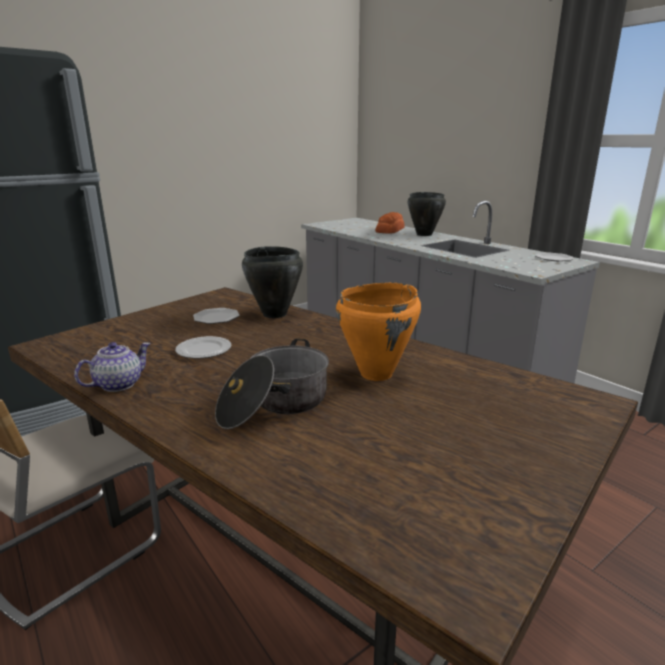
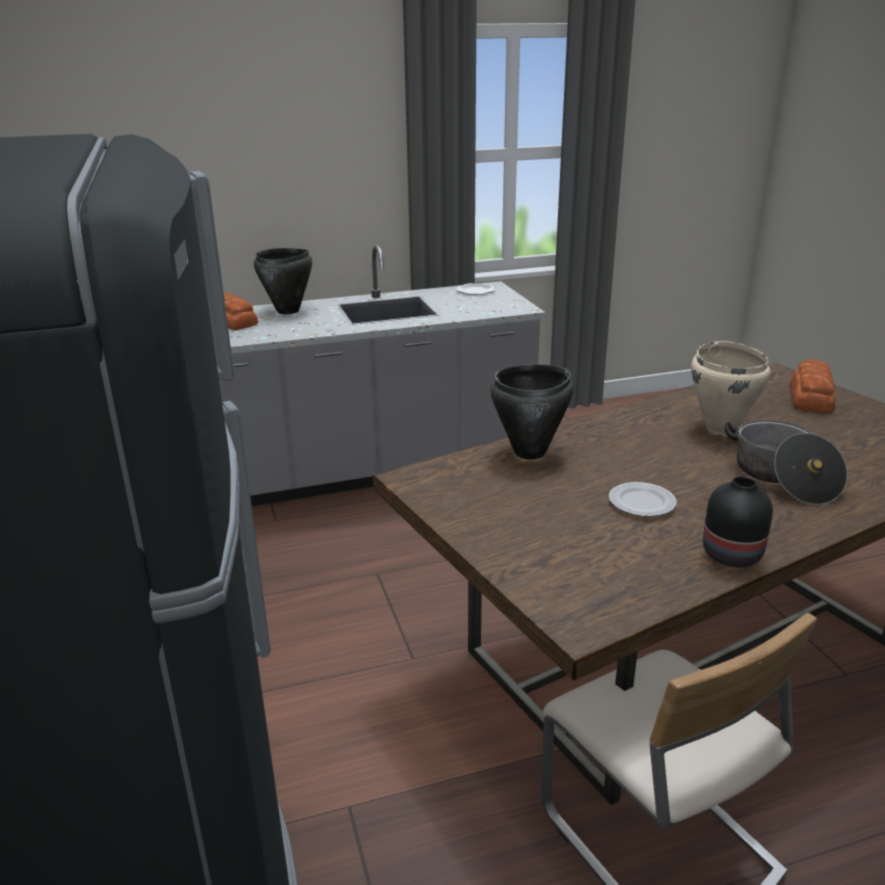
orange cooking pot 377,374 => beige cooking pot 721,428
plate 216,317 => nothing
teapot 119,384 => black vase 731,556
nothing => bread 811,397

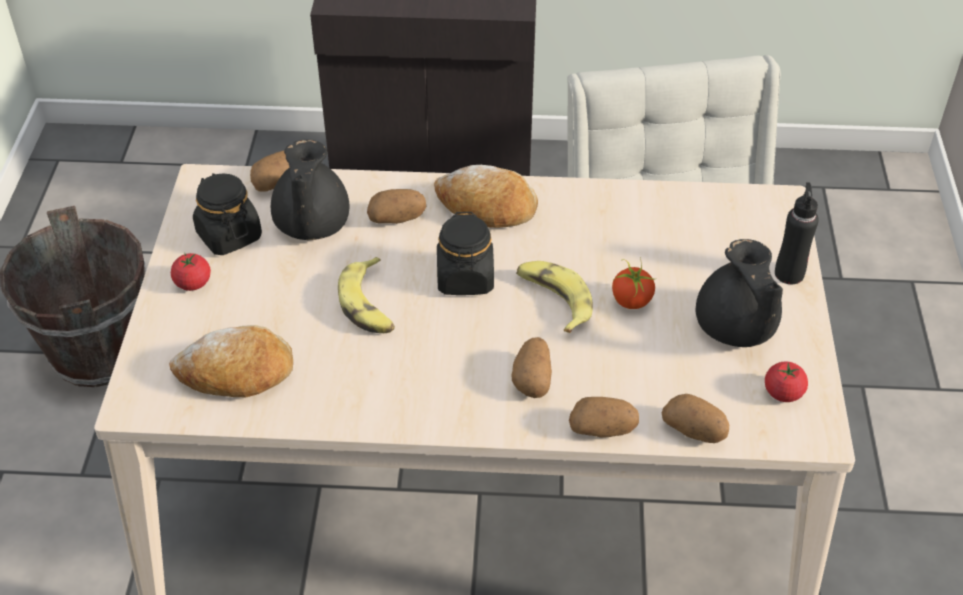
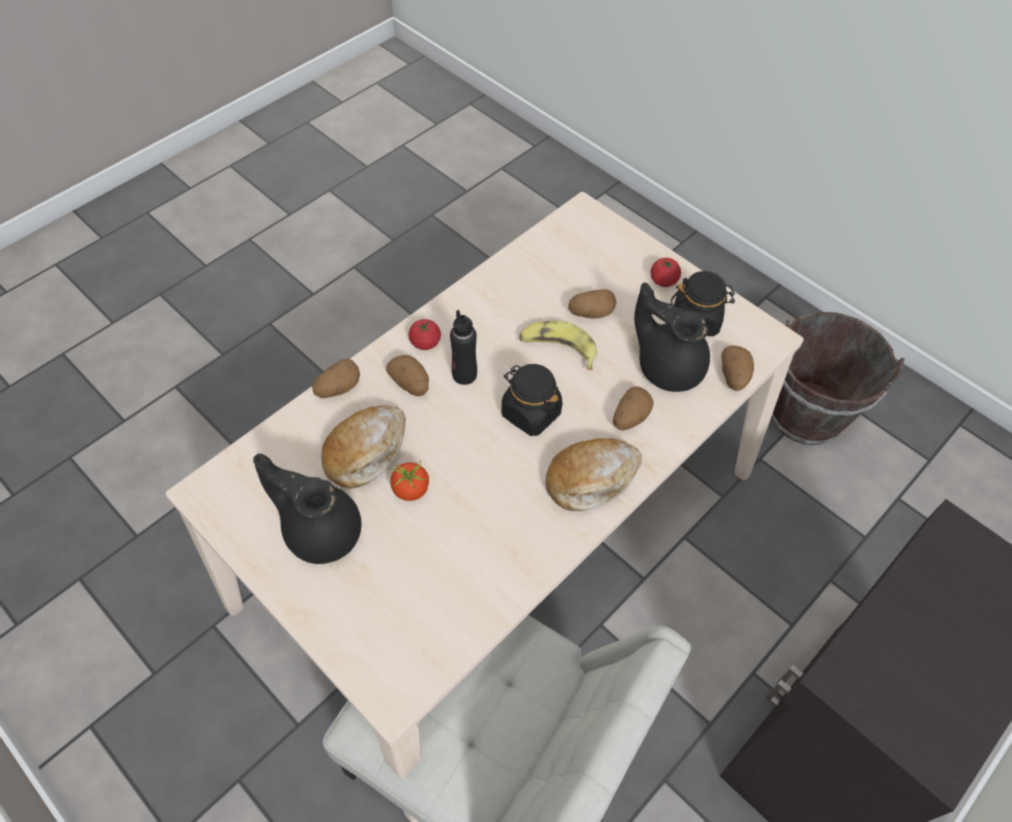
black bottle 789,274 => black bottle 464,375, shifted
banana 554,300 => nothing
bread 236,373 => bread 365,451, shifted
tomato 783,393 => tomato 425,342, shifted
potato 694,431 => potato 591,313, shifted

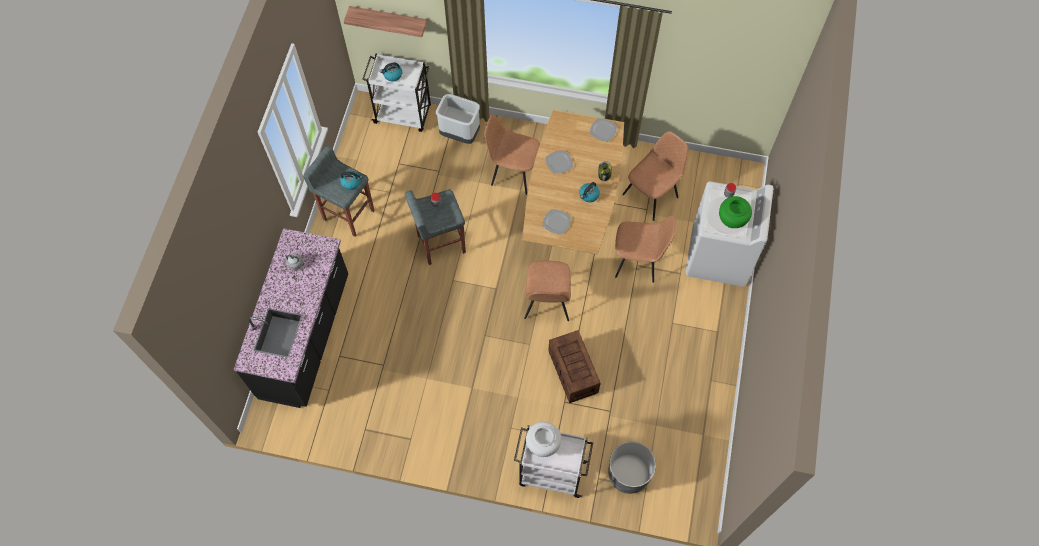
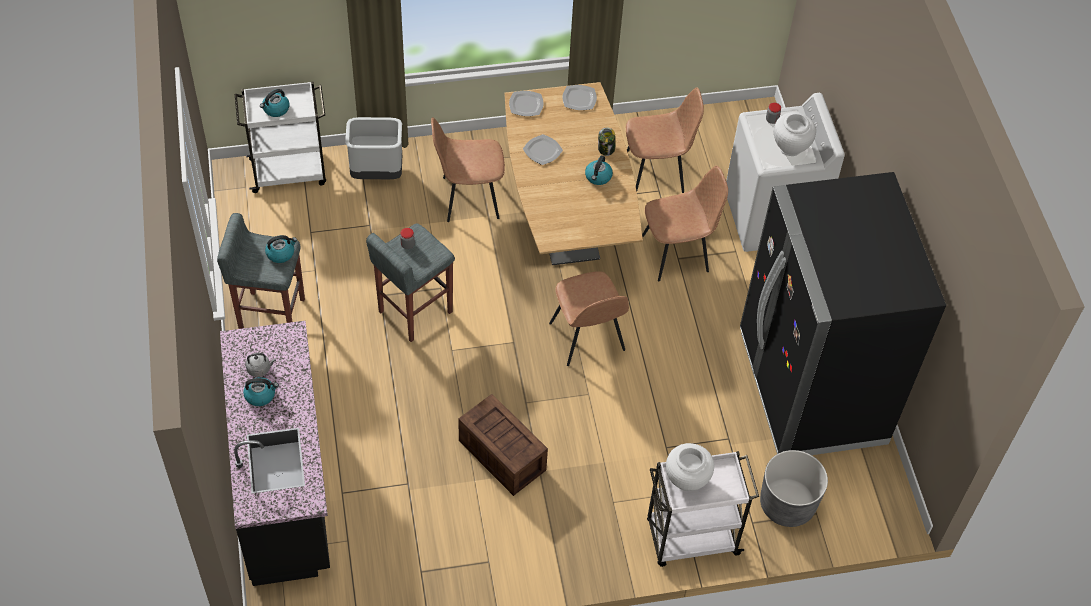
shelf 389,19 => nothing
brown chair 651,195 => brown chair 656,172, 60 degrees clockwise
green vase 731,221 => white vase 790,148
plate 556,222 => plate 526,105, shifted
crate 572,371 => crate 501,454, shifted
nothing => black fridge 810,388
nothing => kettle 260,395

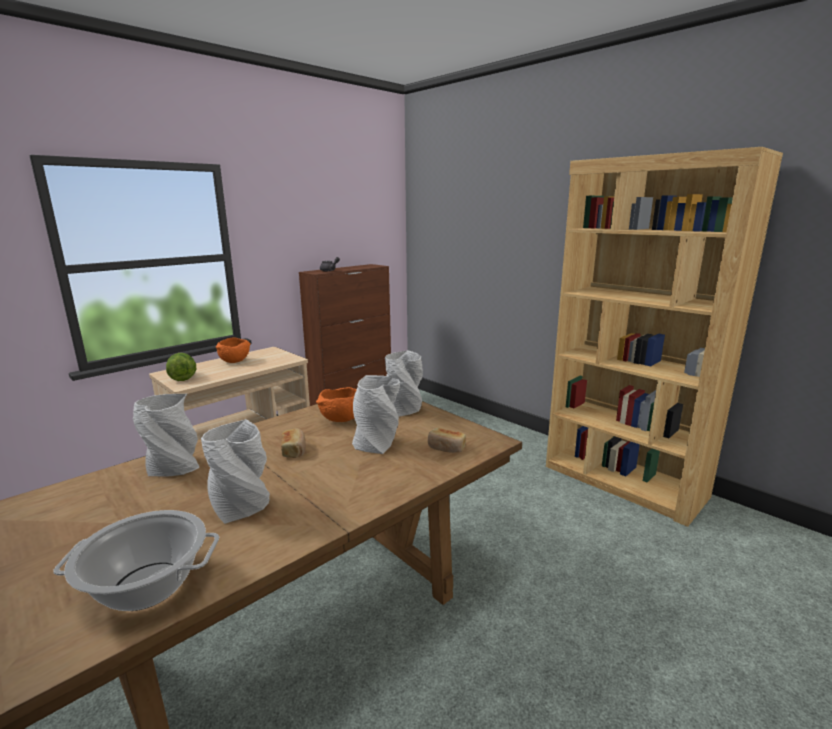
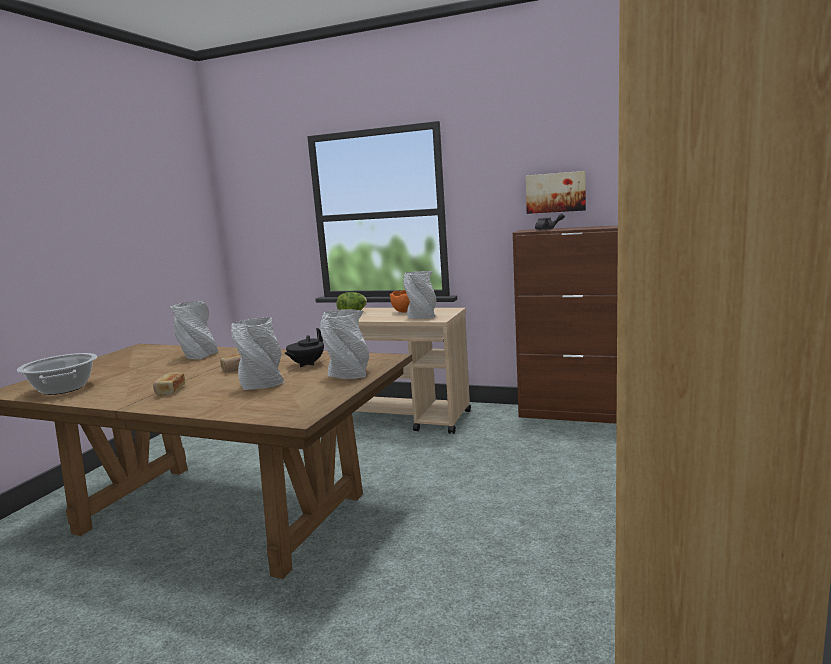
orange bowl 340,420 => black teapot 306,364
grey vase 243,508 => grey vase 422,317, shifted
bread 446,448 => bread 169,391, shifted
nothing => picture 555,192

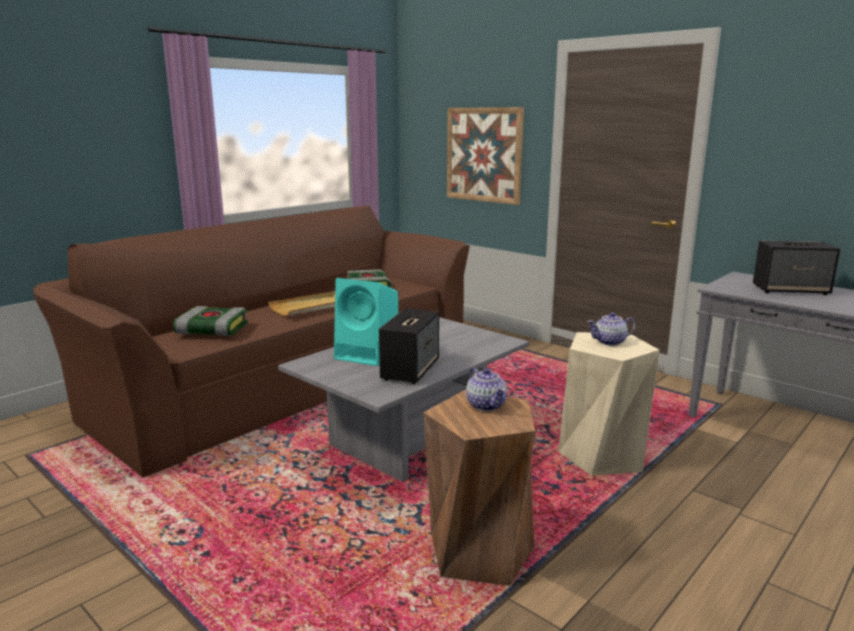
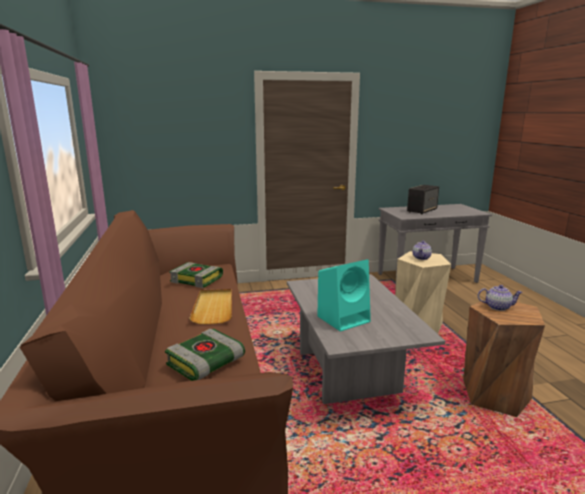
picture 484,155 => nothing
speaker 410,369 => nothing

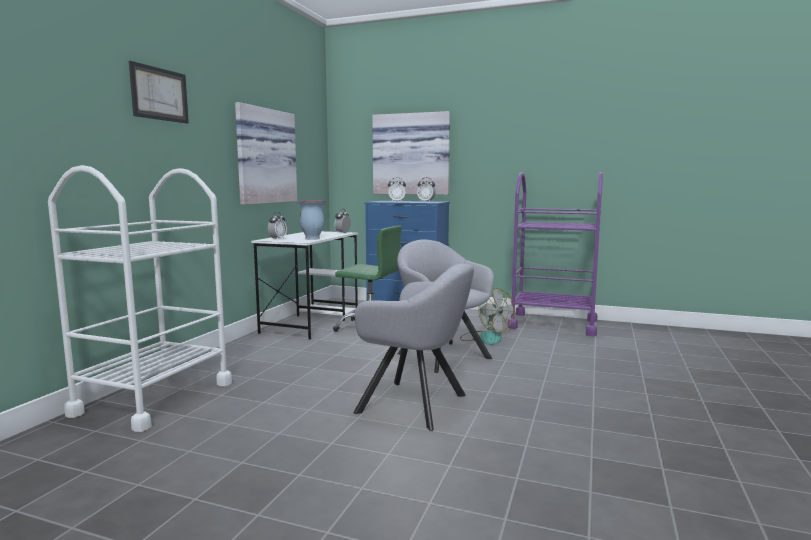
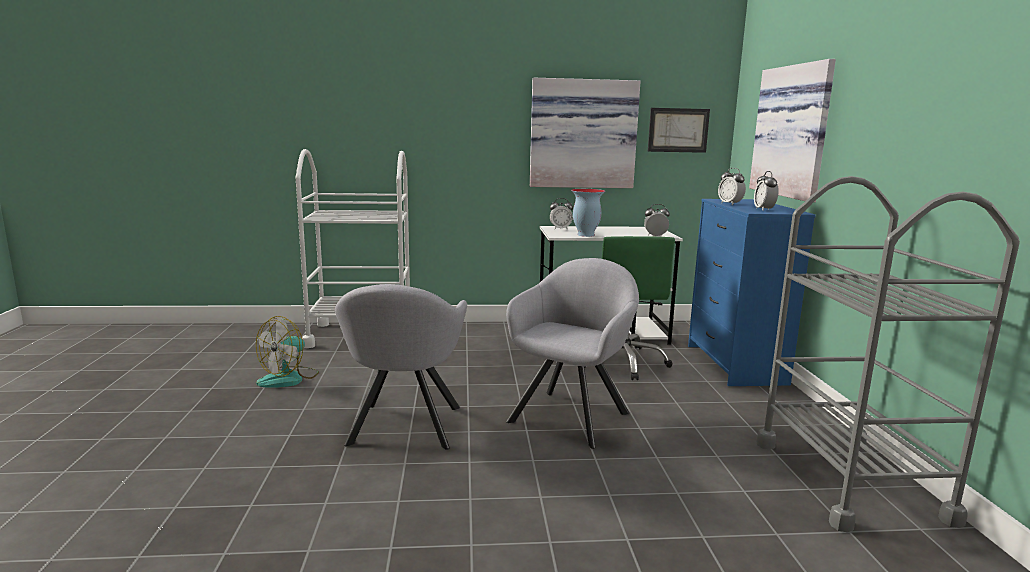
picture 159,94 => picture 678,130, shifted
purple cart 553,324 => grey cart 849,480
fan 485,338 => fan 289,378, shifted

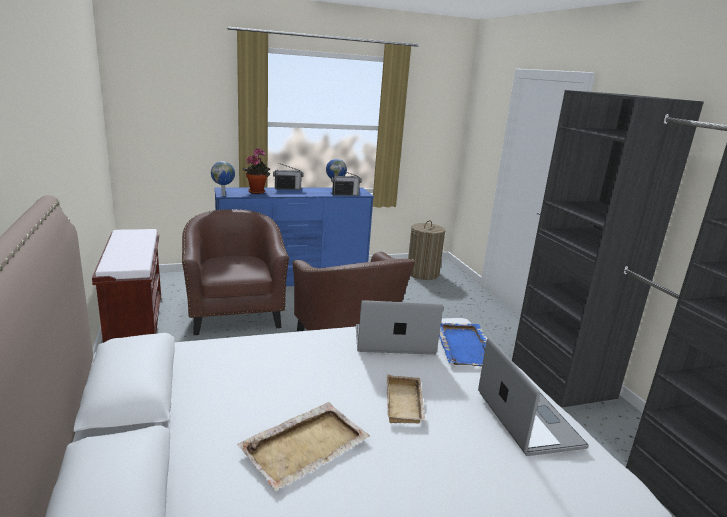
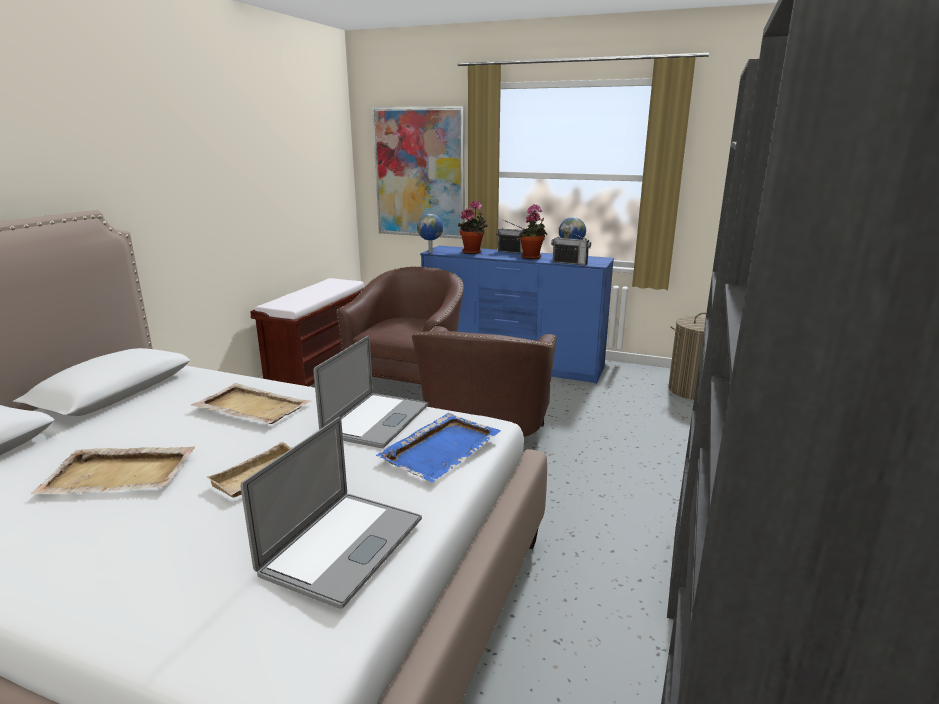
laptop 394,340 => laptop 376,420, 75 degrees clockwise
nothing => picture 419,173
nothing => potted plant 532,257
nothing => beige tray 251,407

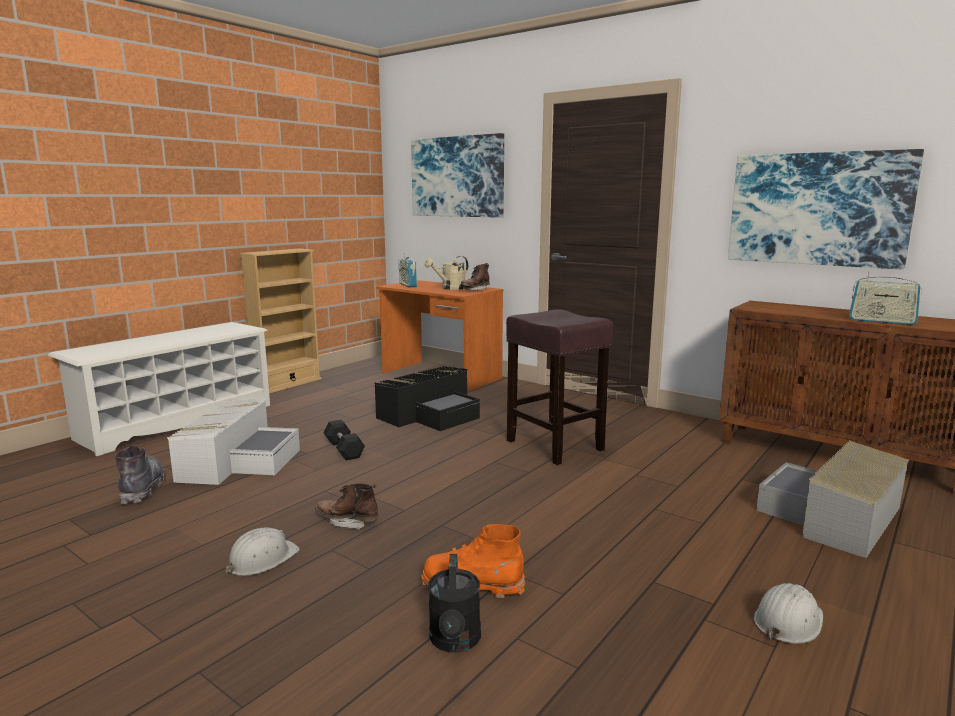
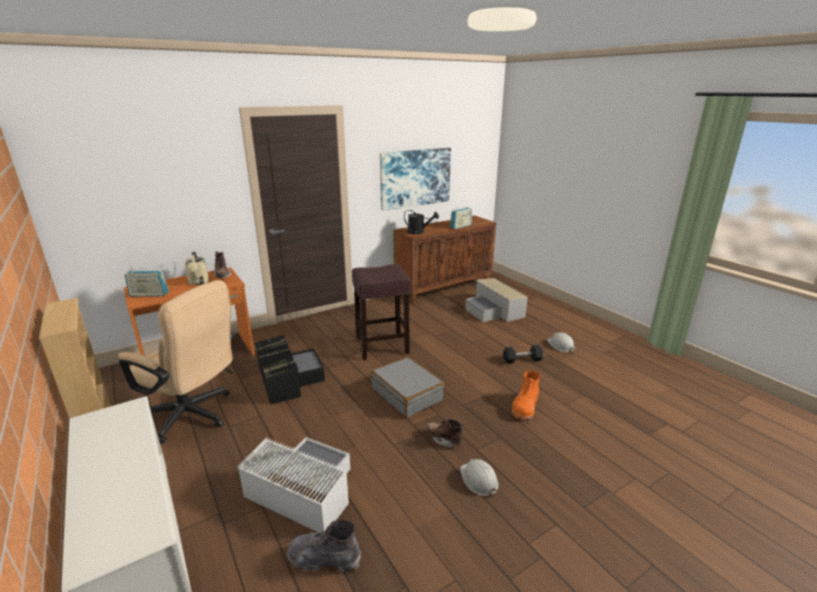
picture 457,177 => nothing
black dumbbell 344,449 => black dumbbell 522,360, shifted
brown boot 347,522 => brown boot 444,439, 90 degrees clockwise
black watering can 455,642 => black watering can 419,232, shifted
nothing => beige office chair 193,416
nothing => grey suitcase 407,394

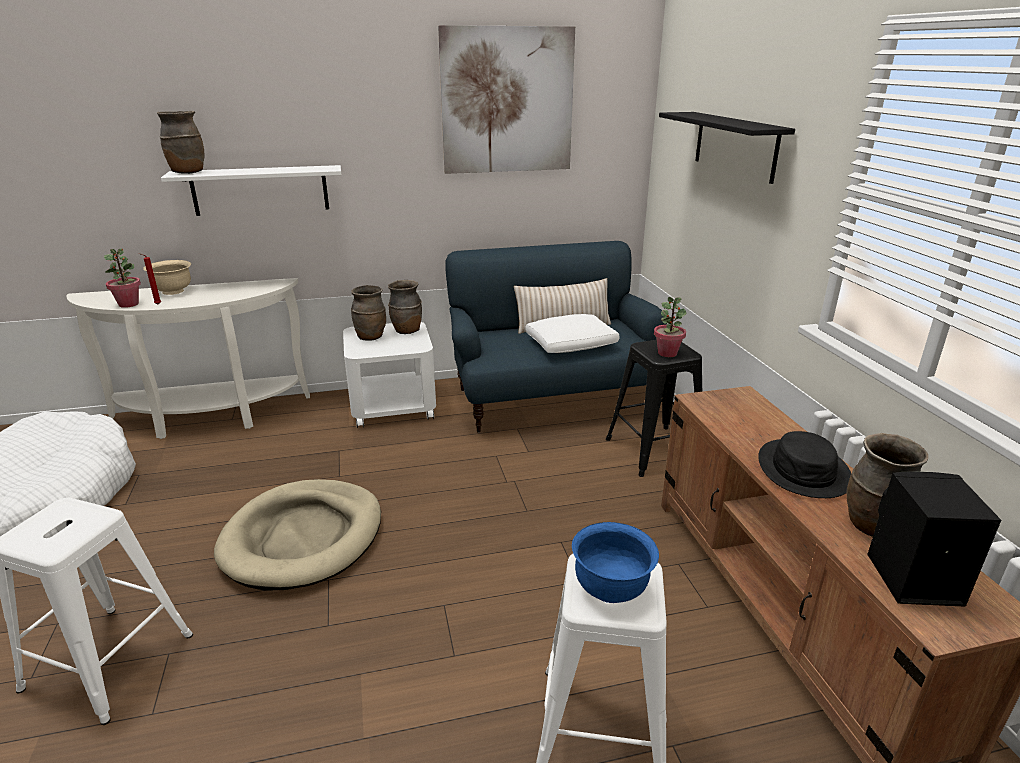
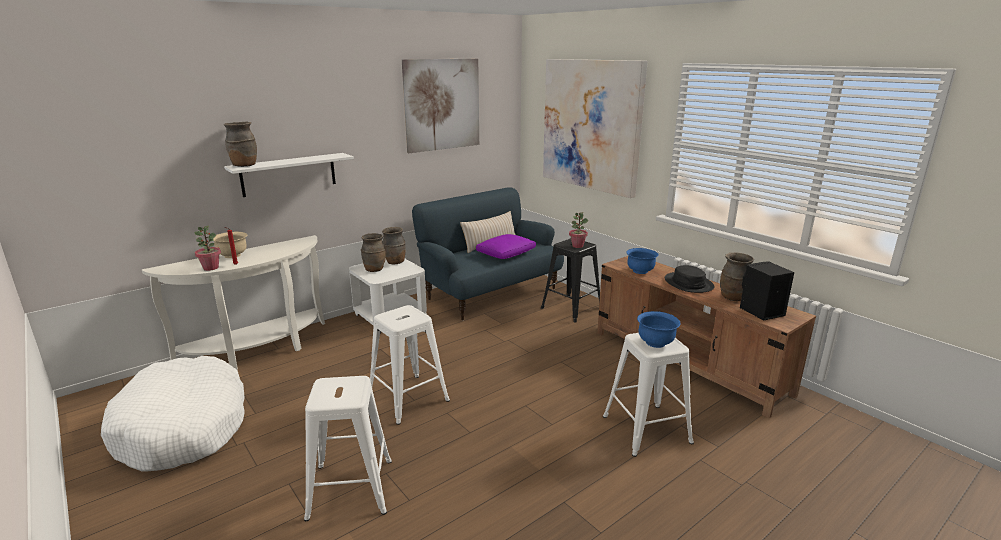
black shelf 735,145 => picture 592,125
white pillow 571,344 => purple pillow 506,254
beige dog bed 303,538 => white stool 408,398
nothing => blue bowl 640,271

